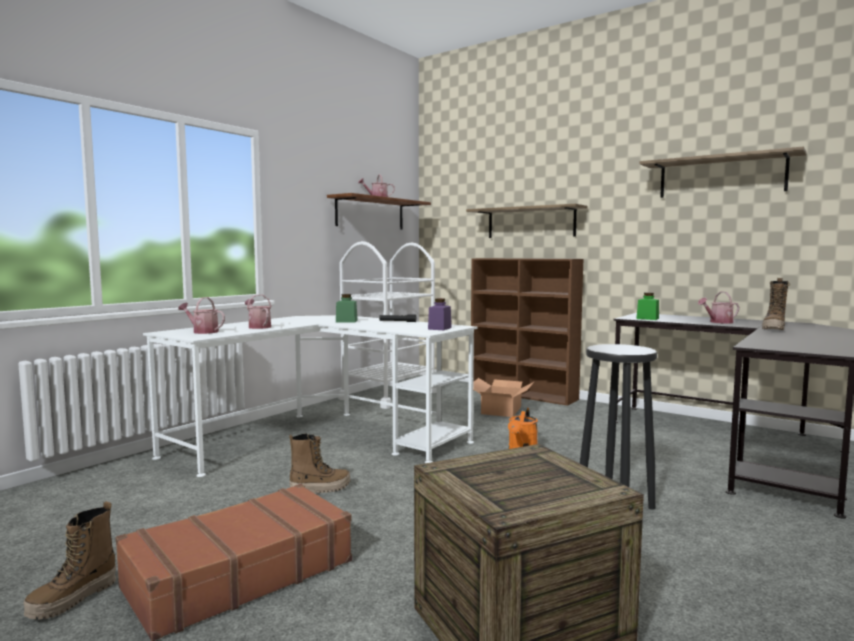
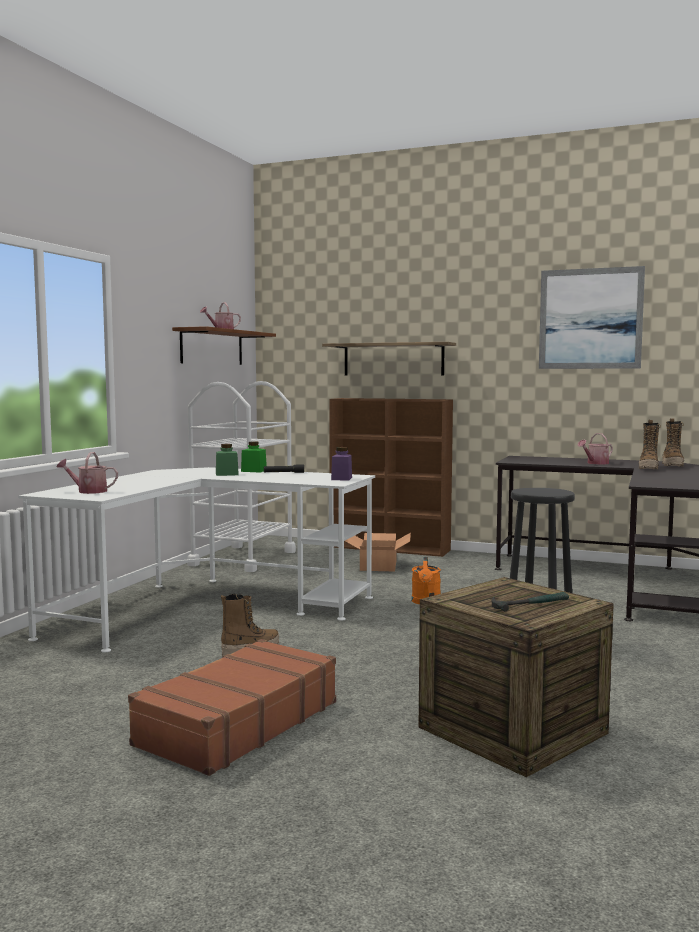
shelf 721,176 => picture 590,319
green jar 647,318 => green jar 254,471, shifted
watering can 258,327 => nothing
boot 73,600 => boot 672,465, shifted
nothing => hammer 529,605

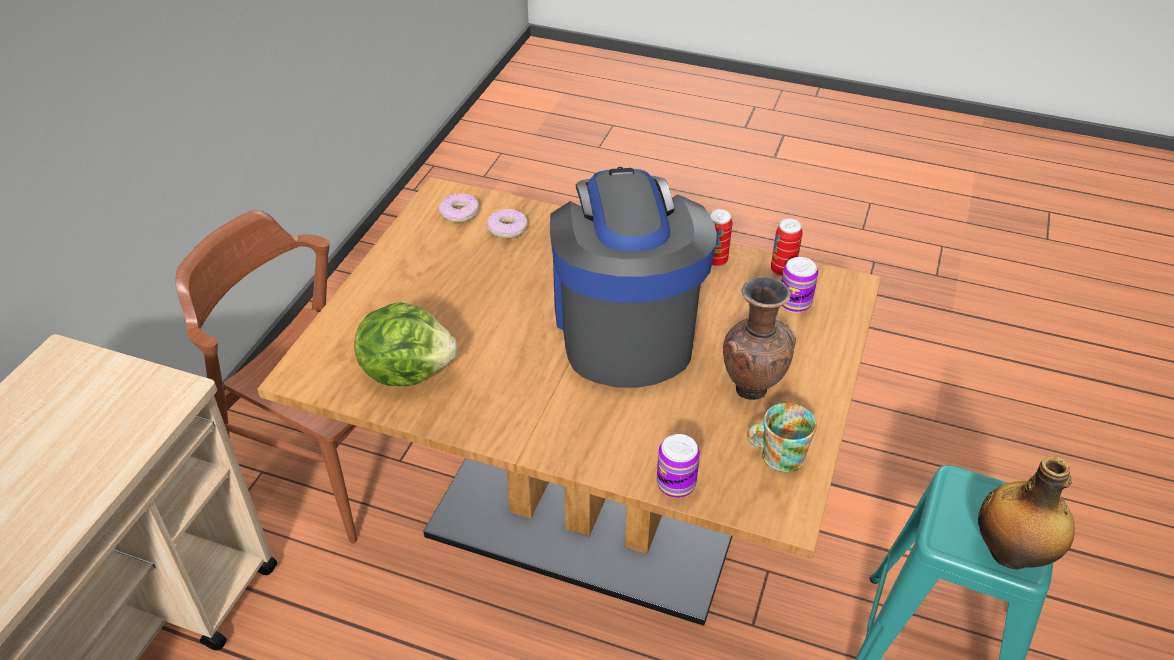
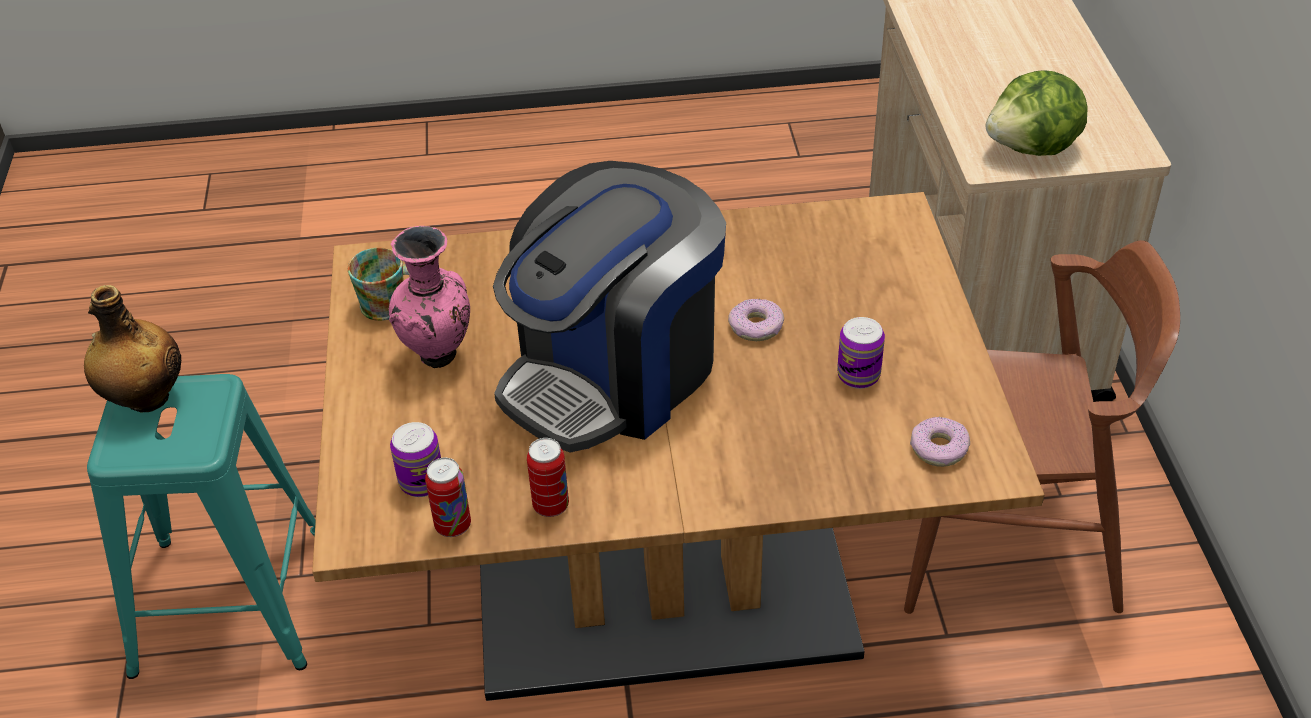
coffee machine 624,327 => coffee machine 614,374, 75 degrees clockwise
donut 507,228 => donut 756,327, shifted
brown vase 751,387 => pink vase 439,358
lettuce 407,370 => lettuce 1033,148, shifted
can 676,484 => can 858,375, shifted

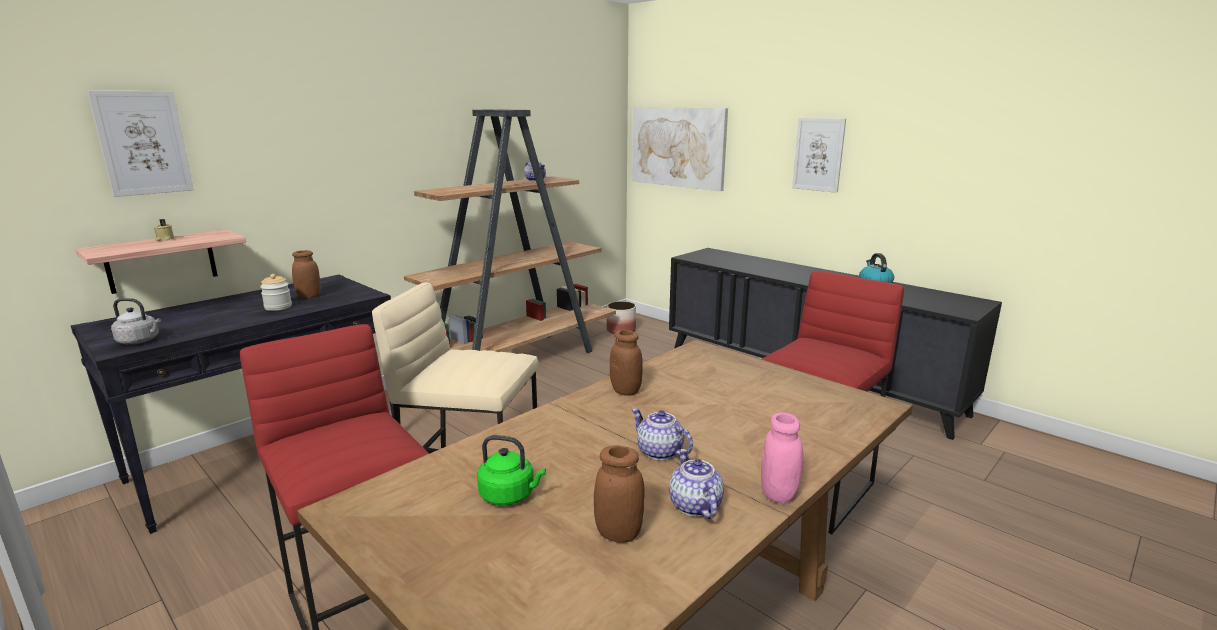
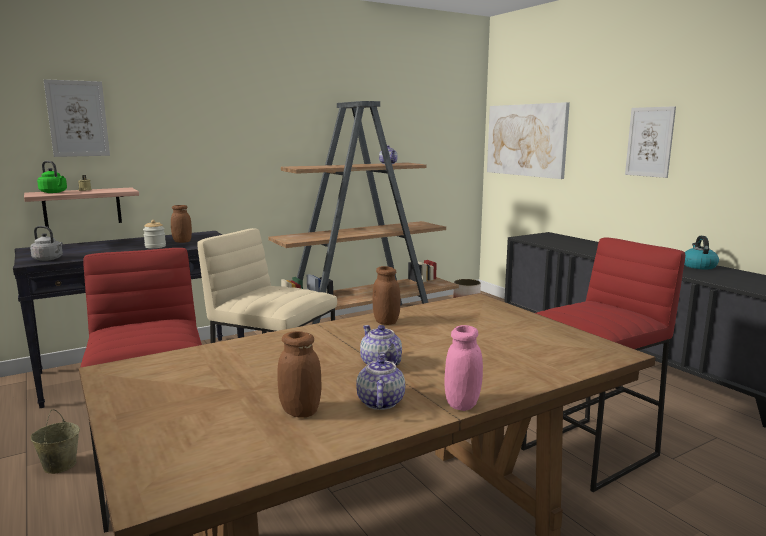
green kettle 510,495 => green kettle 54,192, shifted
nothing => beige bucket 59,465

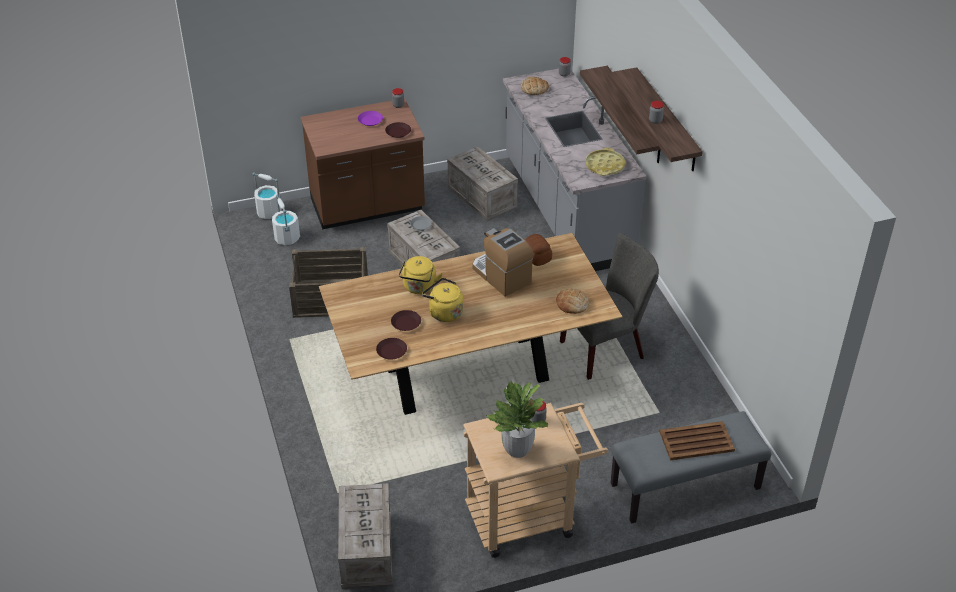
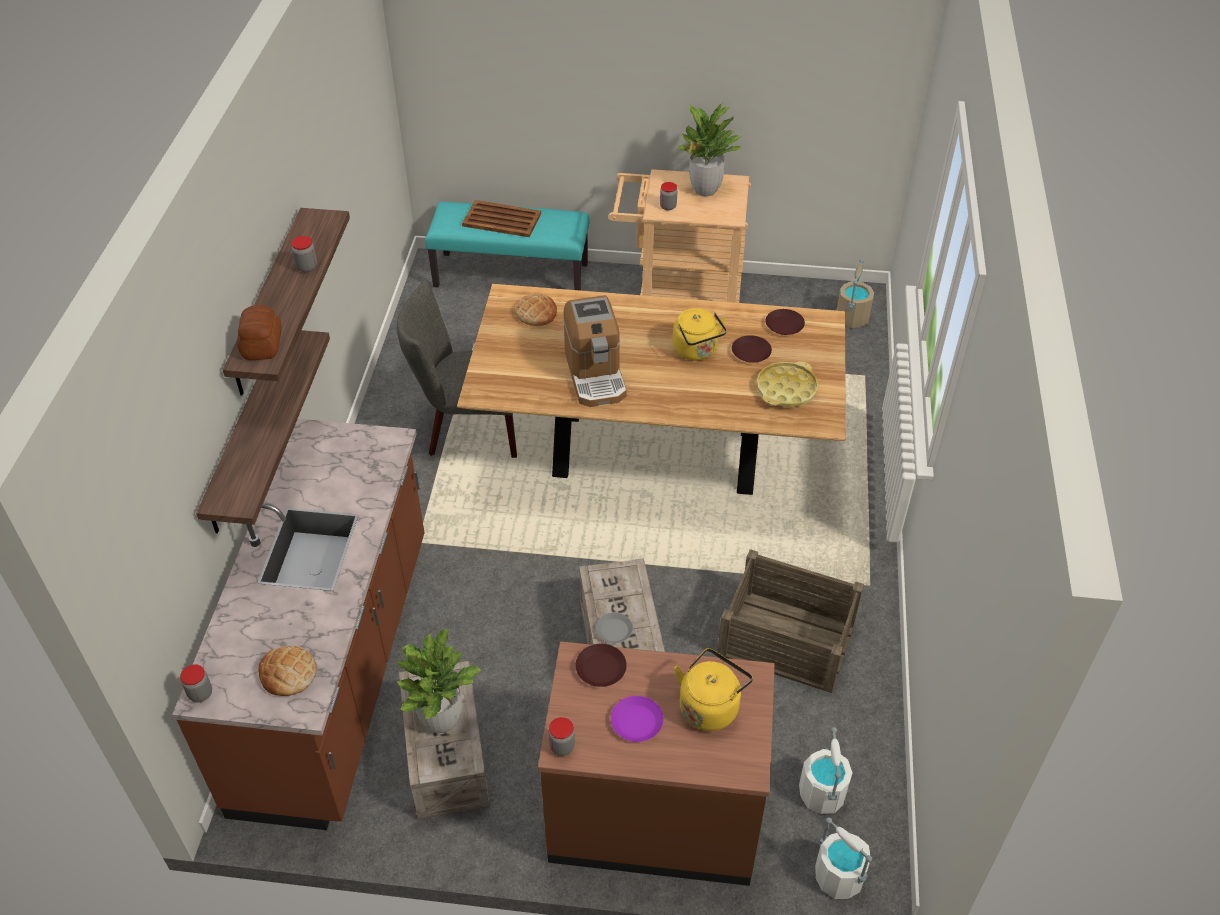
grey counter 566,210 => brown counter 337,670
yellow tray 605,166 => yellow tray 786,389, shifted
bread 537,256 => bread 261,345, shifted
yellow kettle 419,288 => yellow kettle 710,706, shifted
grey bench 685,487 => turquoise bench 512,275
crate 367,551 => beige bucket 852,317
nothing => potted plant 441,720

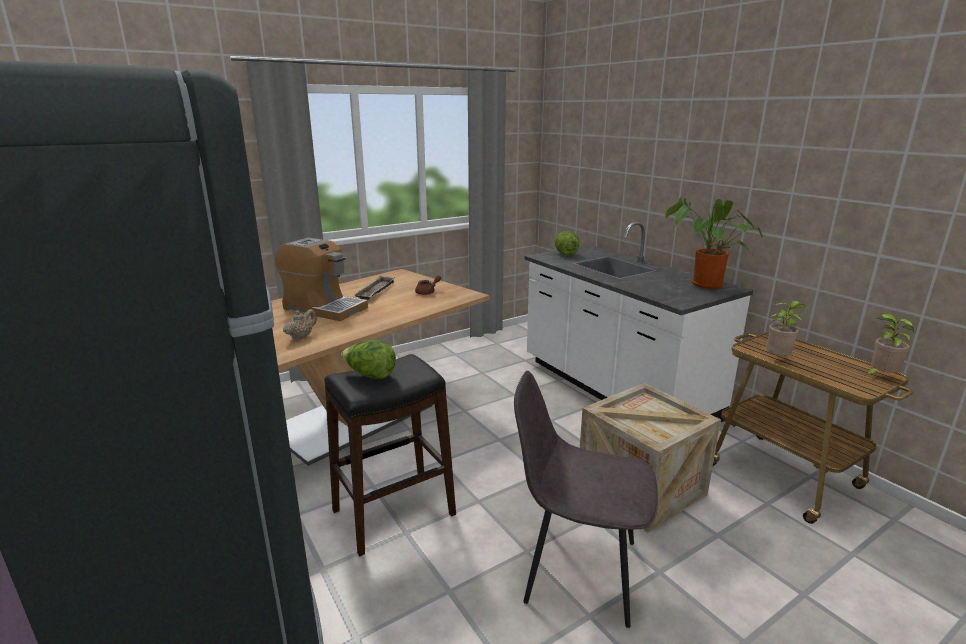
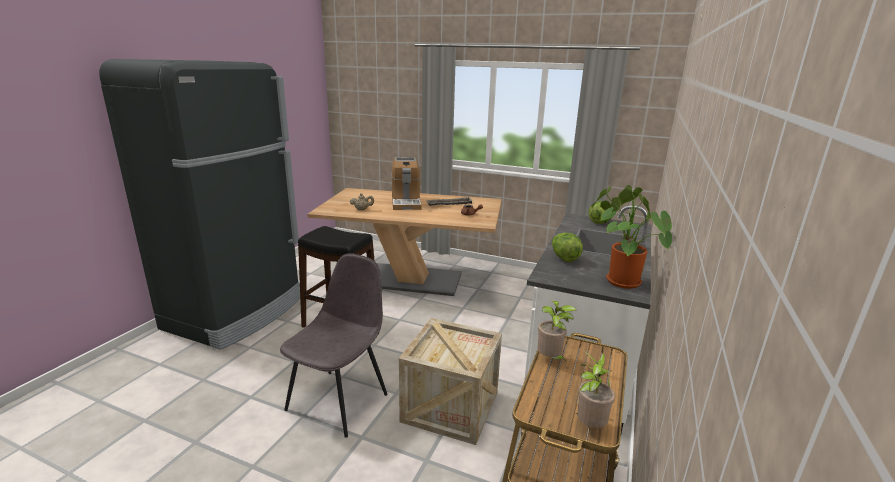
lettuce 370,376 => lettuce 564,258, shifted
grey chair 577,570 => grey chair 339,400, 45 degrees clockwise

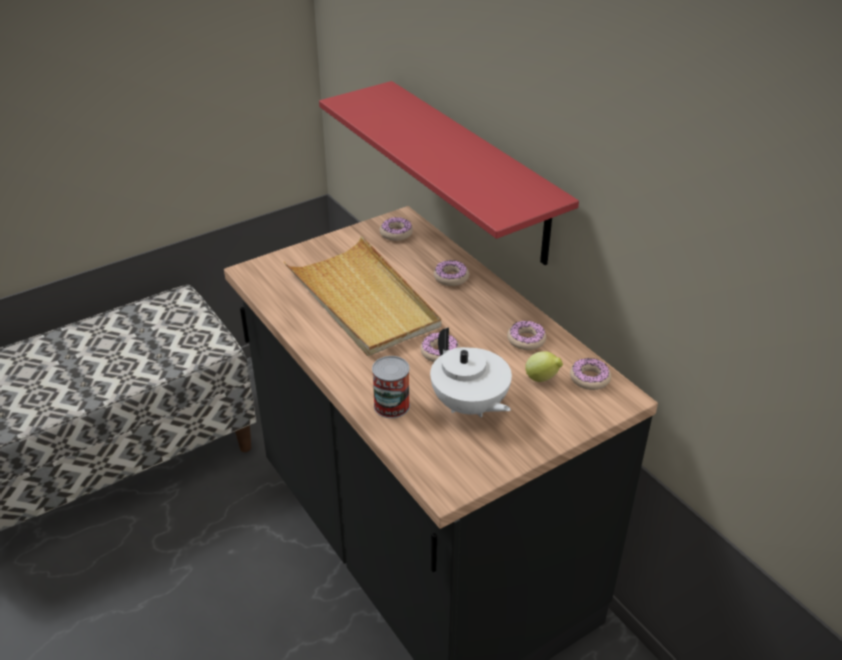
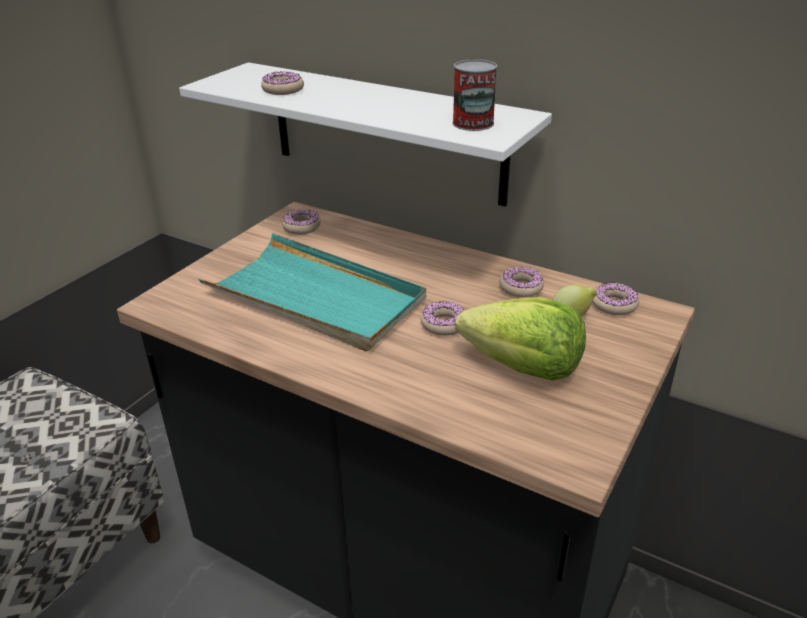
red shelf 473,172 => white shelf 385,132
beige tray 363,300 => turquoise tray 315,297
donut 451,277 => donut 283,90, shifted
white teapot 469,406 => lettuce 523,367
can 391,405 => can 473,123, shifted

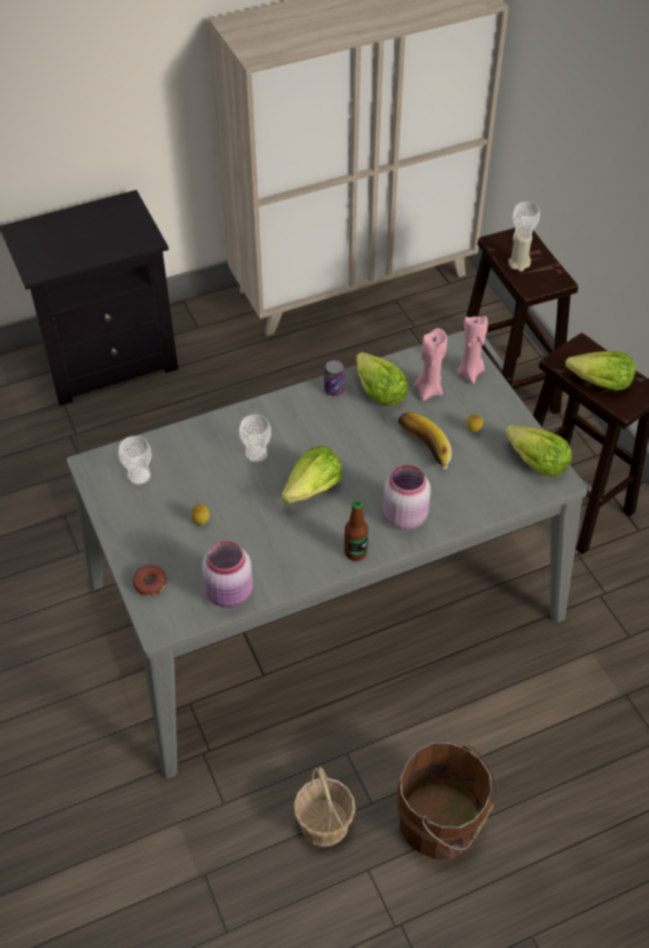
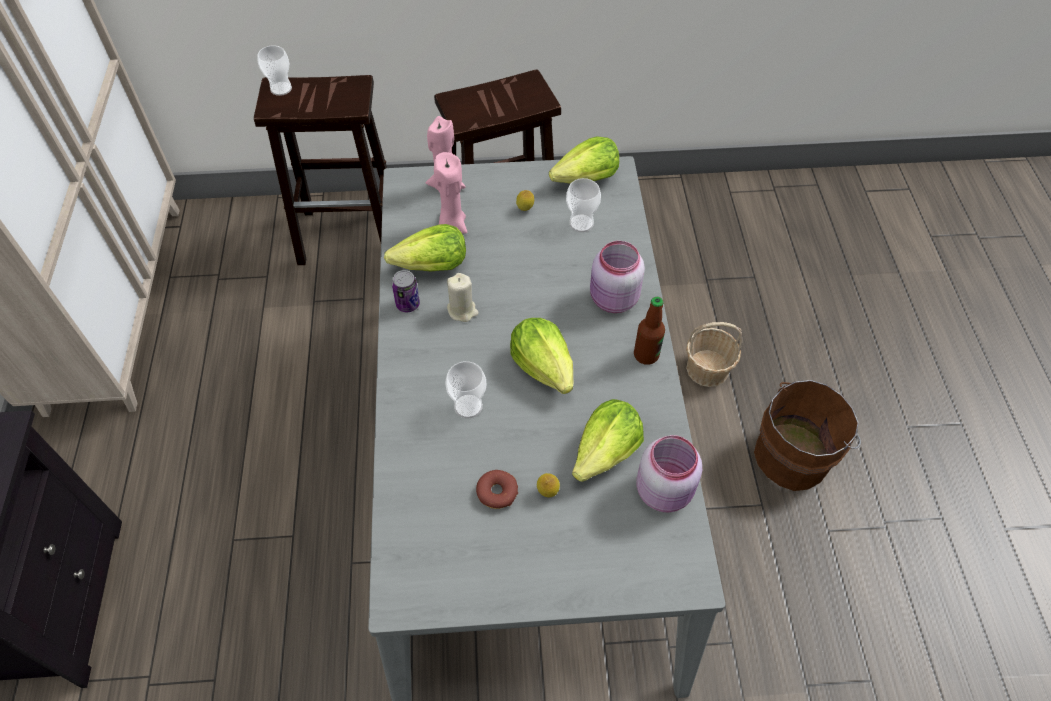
beige candle 519,263 => beige candle 462,310, shifted
lettuce 600,383 => lettuce 606,452, shifted
banana 422,450 => nothing
cup 139,476 => cup 581,223, shifted
donut 150,583 => donut 497,492, shifted
basket 324,823 => basket 708,369, shifted

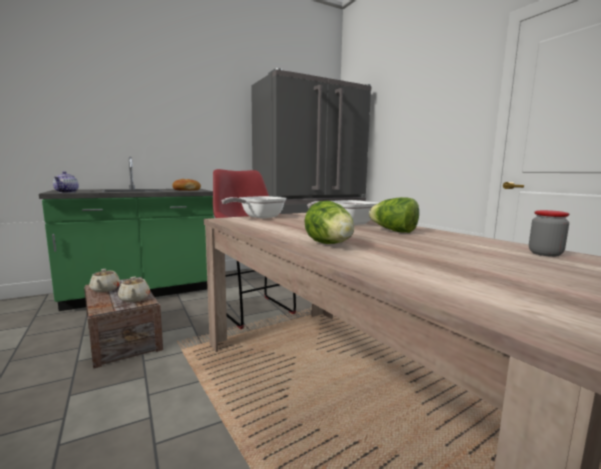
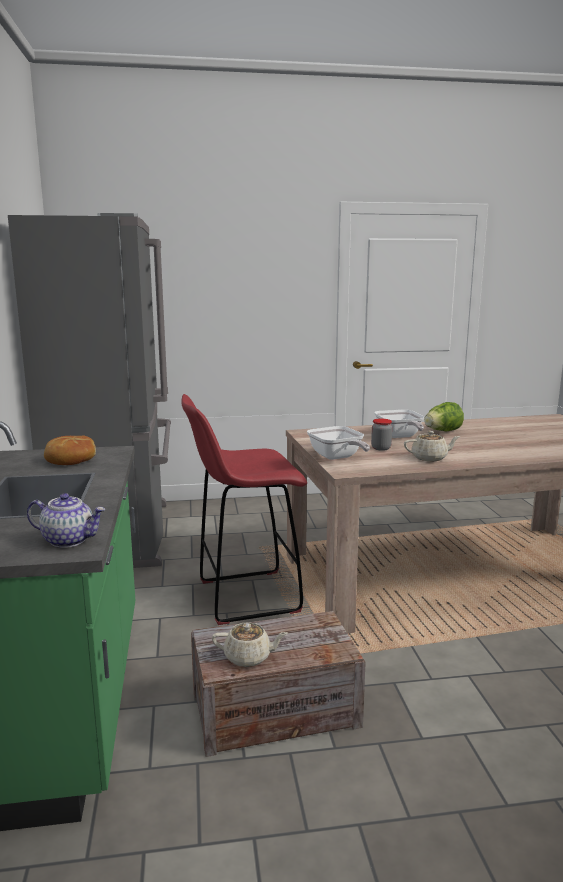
lettuce 330,244 => nothing
jar 545,254 => jar 381,448, shifted
beige teapot 134,299 => beige teapot 430,458, shifted

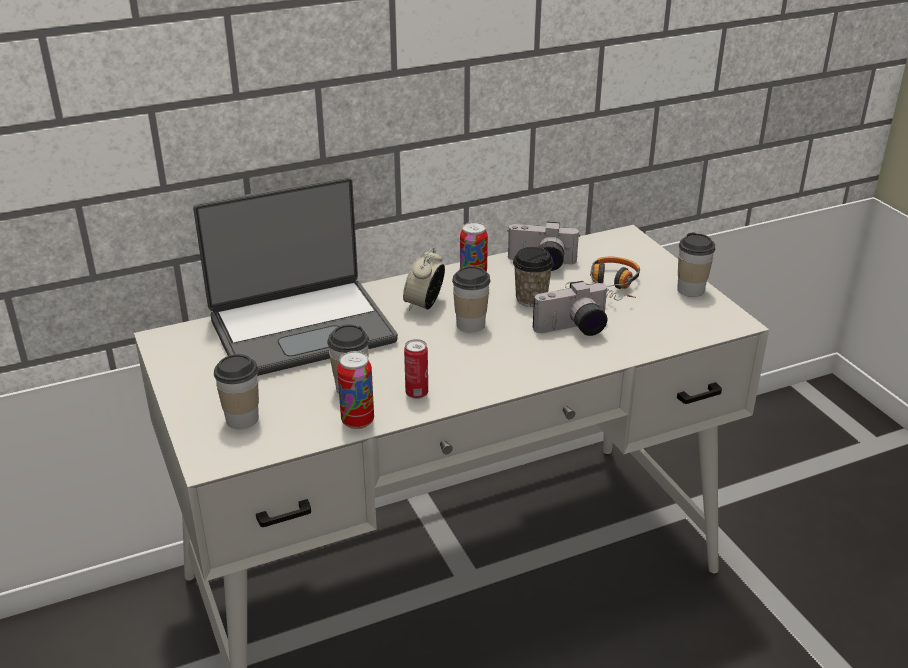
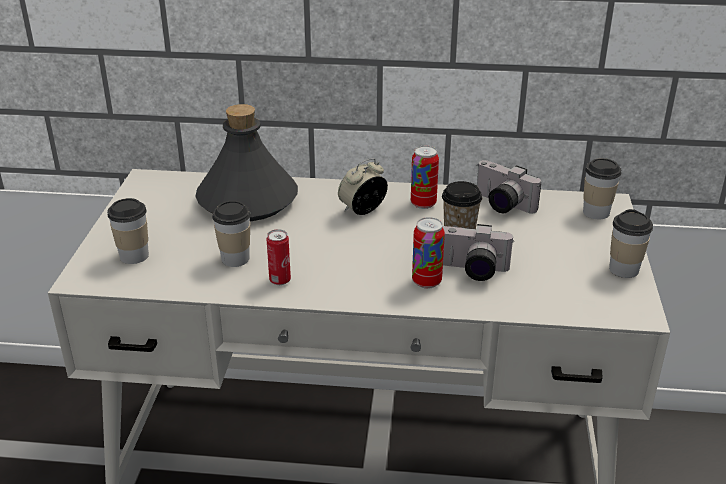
laptop 301,328 => grey bottle 248,200
headphones 608,287 => nothing
cup 470,325 => cup 596,212, shifted
can 357,421 => can 426,282, shifted

